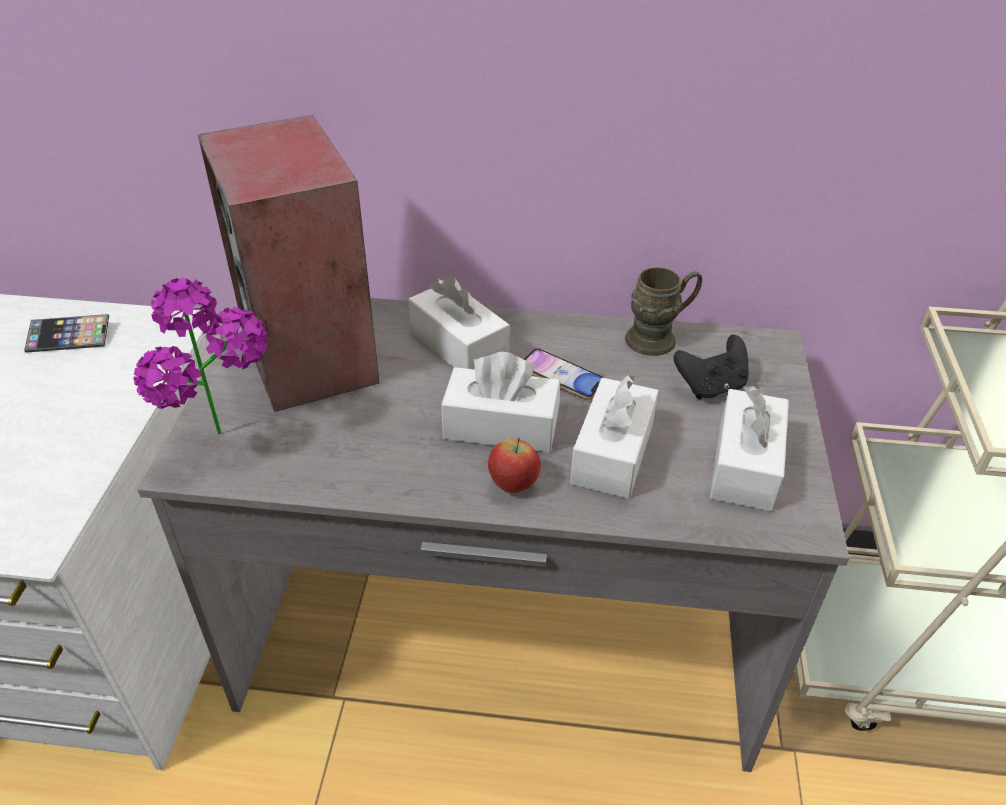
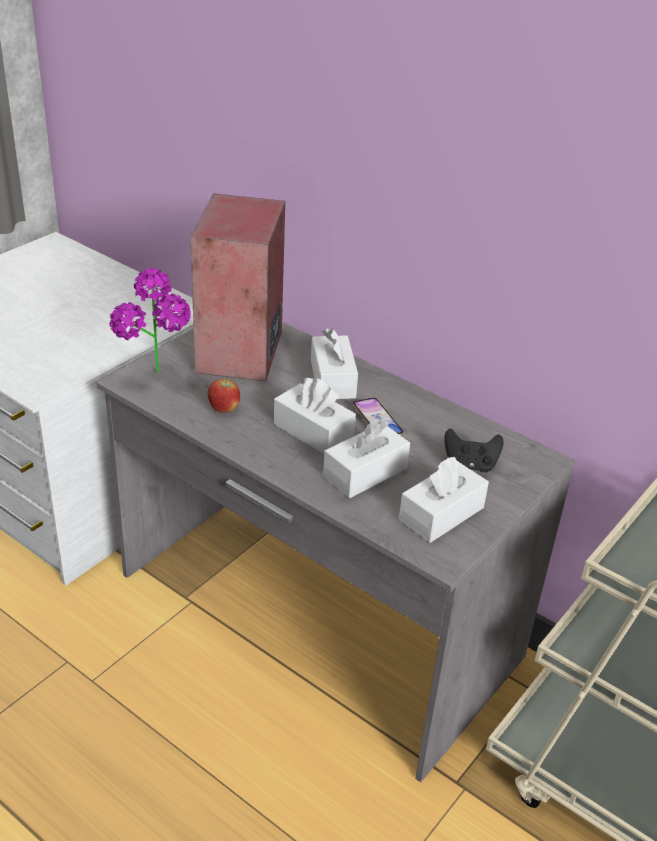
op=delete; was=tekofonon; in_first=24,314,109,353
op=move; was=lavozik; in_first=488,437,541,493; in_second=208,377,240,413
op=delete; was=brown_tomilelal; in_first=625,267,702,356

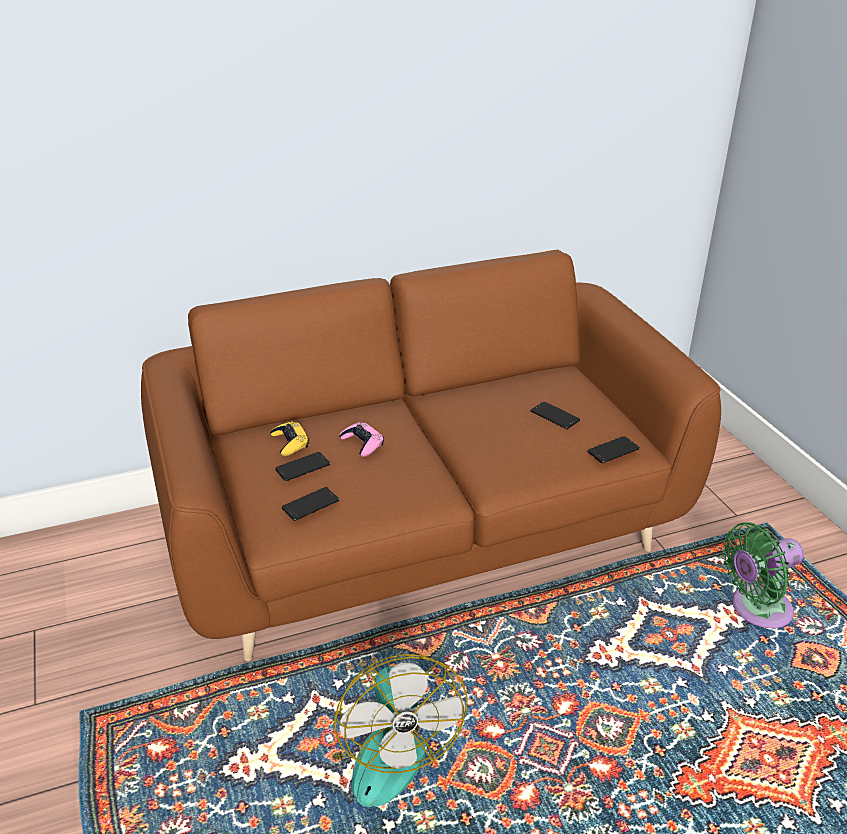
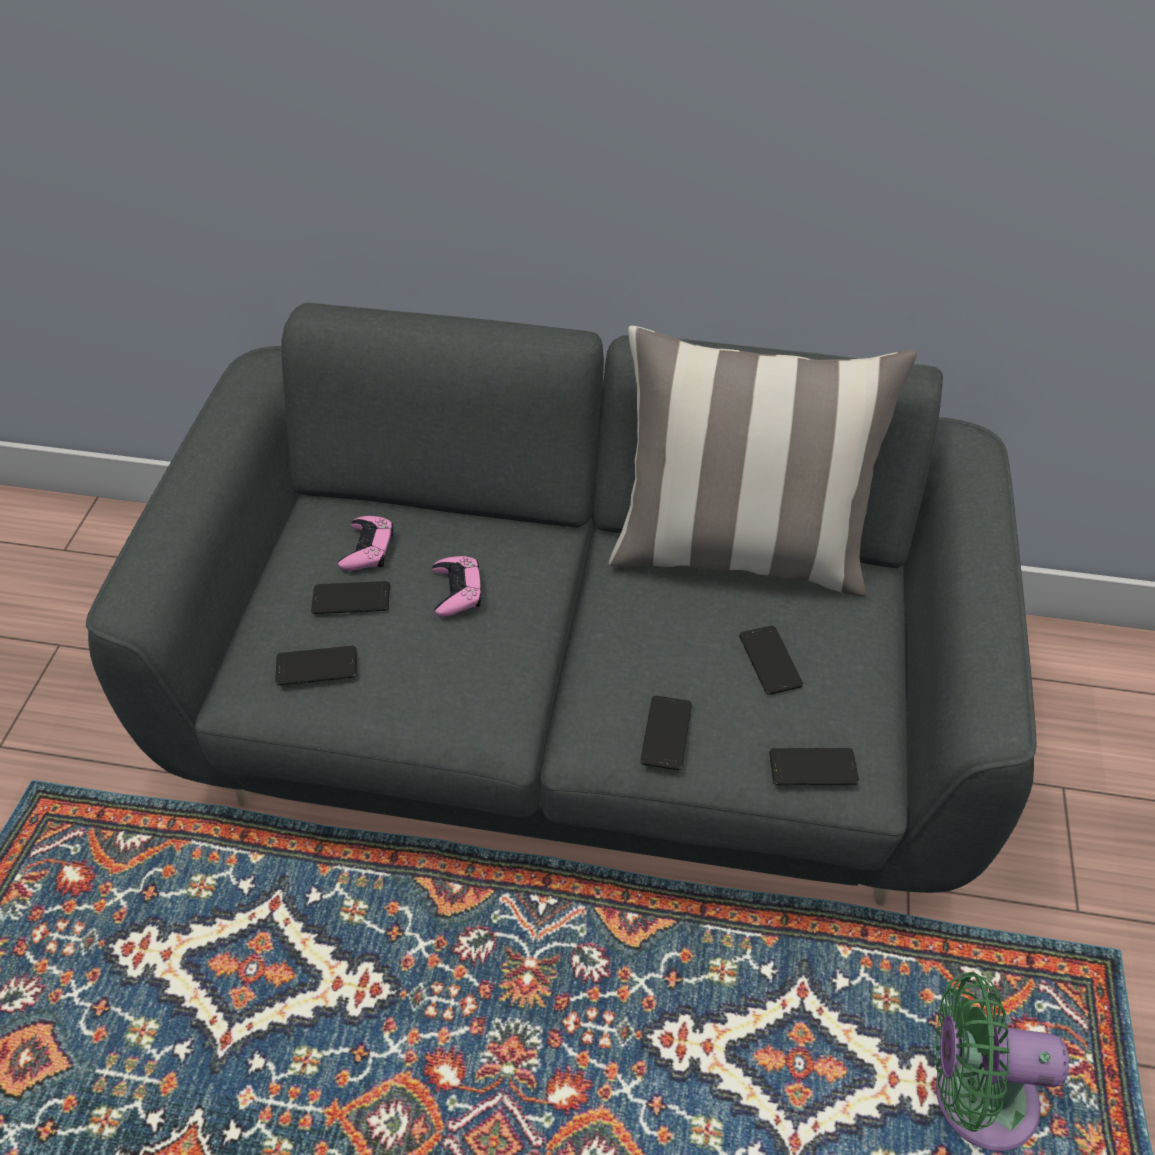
op=recolor; was=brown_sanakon; now=grey_sanakon; in_first=141,250,721,661; in_second=86,302,1037,906
op=recolor; was=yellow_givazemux; now=pink_givazemux; in_first=270,422,309,456; in_second=338,516,393,571
op=delete; was=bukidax; in_first=332,654,467,807
op=insert; now=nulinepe; in_second=609,326,917,597
op=insert; now=tekofonon; in_second=641,696,692,770

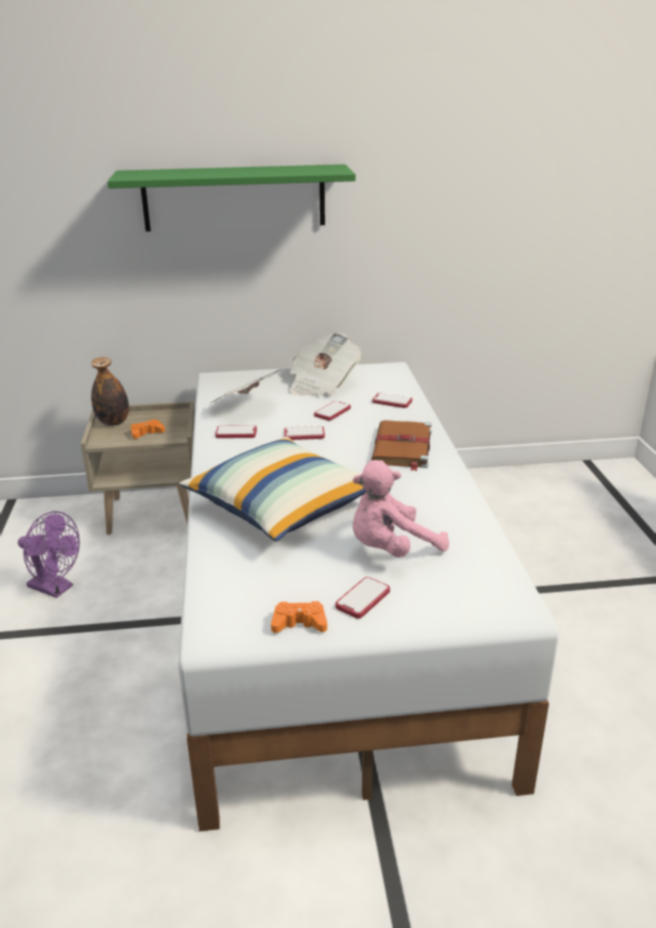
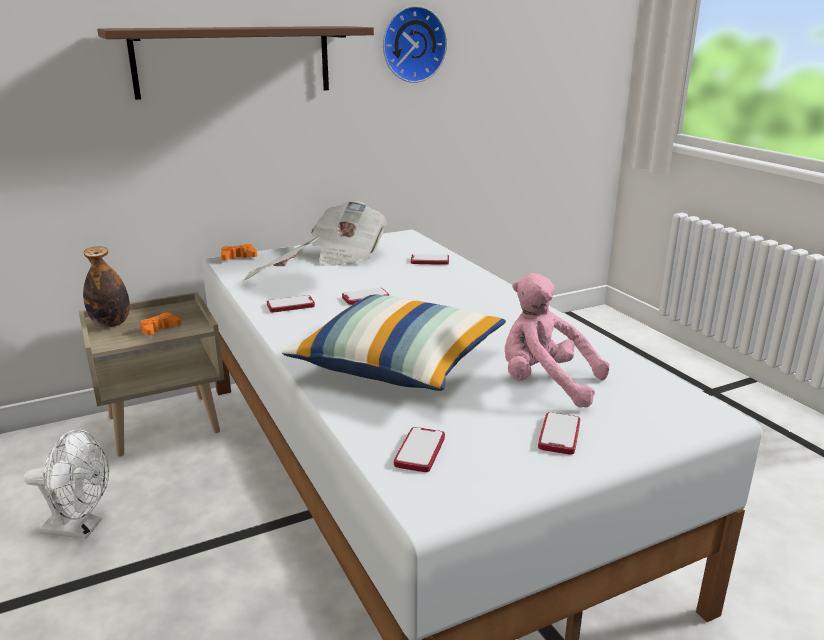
op=recolor; was=purple_bukidax; now=white_bukidax; in_first=18,511,80,598; in_second=24,429,109,539
op=recolor; was=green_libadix; now=brown_libadix; in_first=108,164,356,232; in_second=97,26,374,100
op=move; was=orange_givazemux; in_first=271,601,327,633; in_second=221,244,257,260
op=move; was=tekofonon; in_first=314,401,351,421; in_second=394,427,445,472
op=rotate; was=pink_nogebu; in_first=352,460,449,558; in_second=505,273,609,408; clockwise=75
op=delete; was=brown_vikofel; in_first=371,420,432,471
op=insert; now=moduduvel; in_second=383,6,447,83

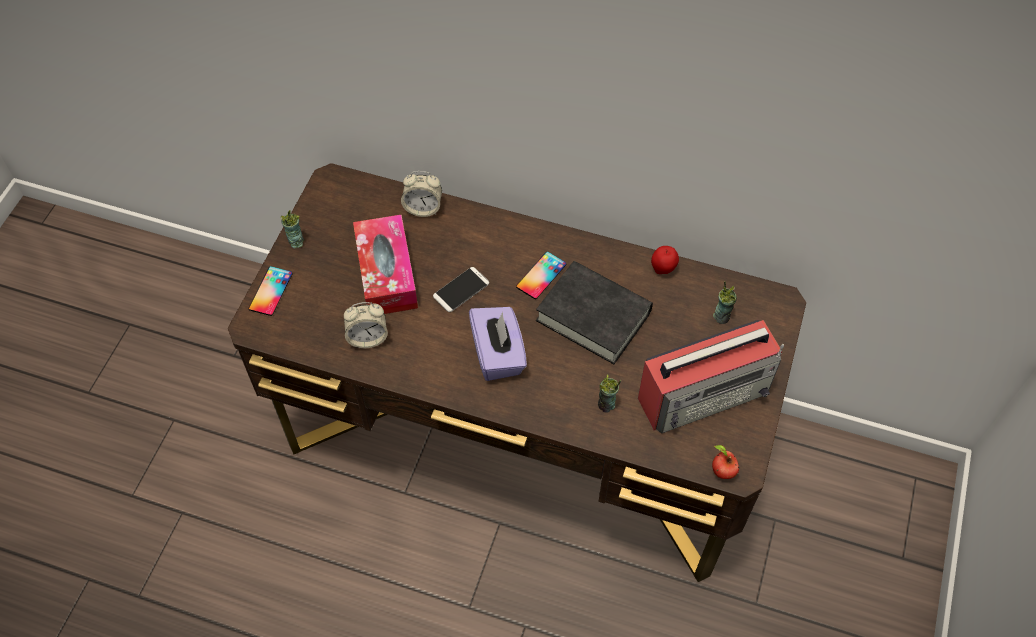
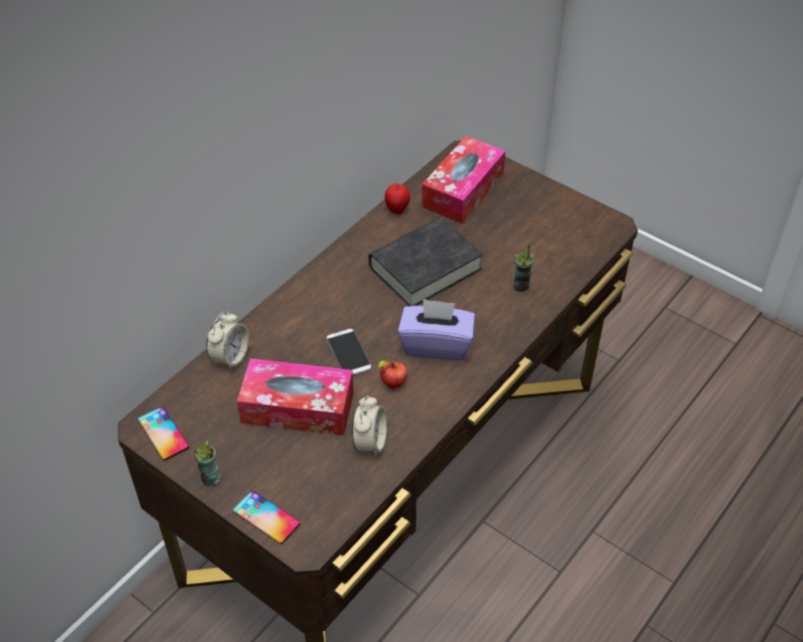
op=move; was=tekofonon; in_first=516,252,566,299; in_second=137,407,189,460
op=delete; was=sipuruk; in_first=638,320,784,434
op=move; was=lavozik; in_first=712,445,740,479; in_second=378,360,408,389
op=replace; was=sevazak; now=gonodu; in_first=713,281,737,324; in_second=422,136,505,223

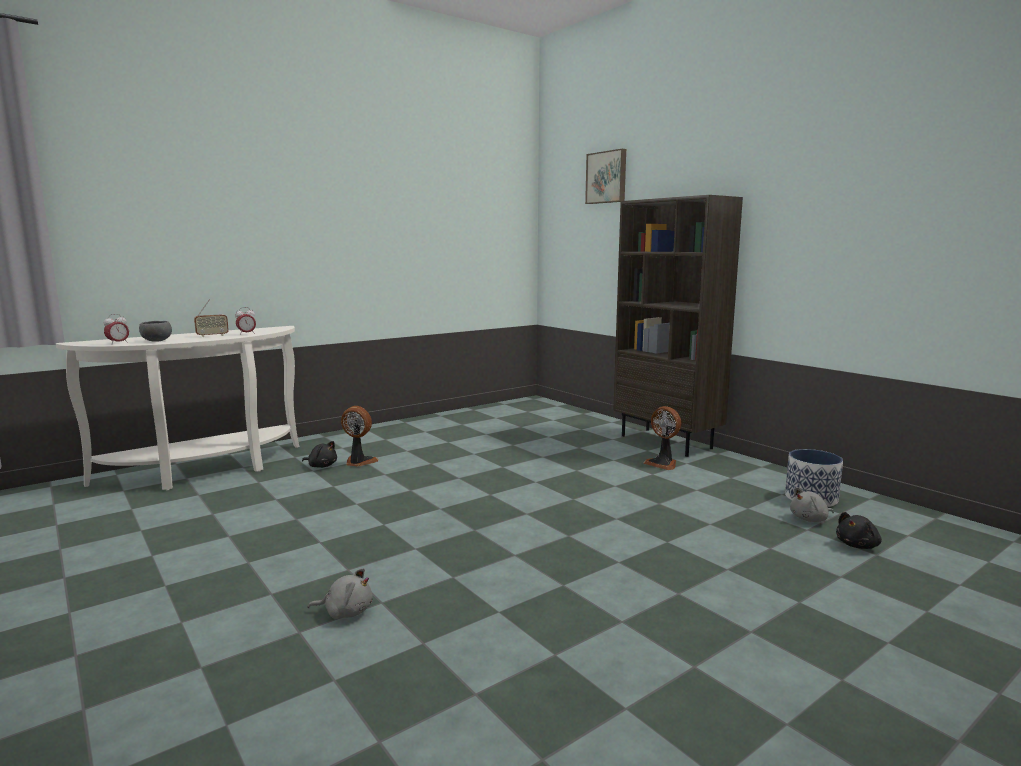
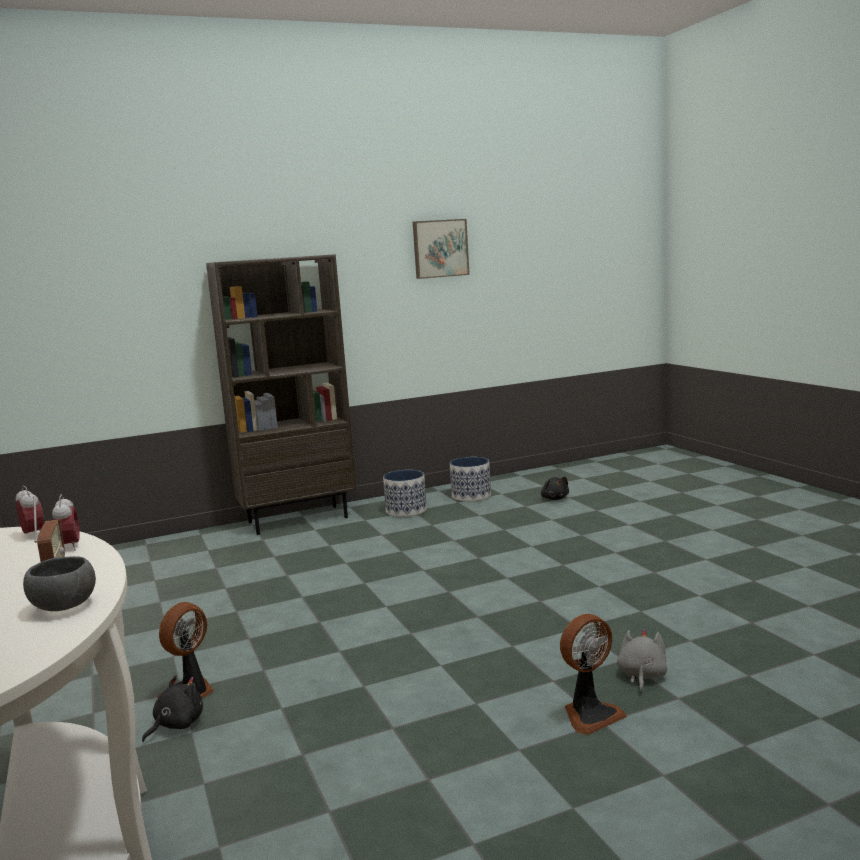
op=move; was=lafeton; in_first=104,314,129,345; in_second=16,485,45,534
op=move; was=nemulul; in_first=585,149,626,204; in_second=413,219,470,279
op=move; was=bukidax; in_first=643,406,681,470; in_second=560,614,627,735
op=delete; was=grey_nogebu; in_first=790,487,834,522
op=insert; now=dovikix; in_second=383,470,427,517

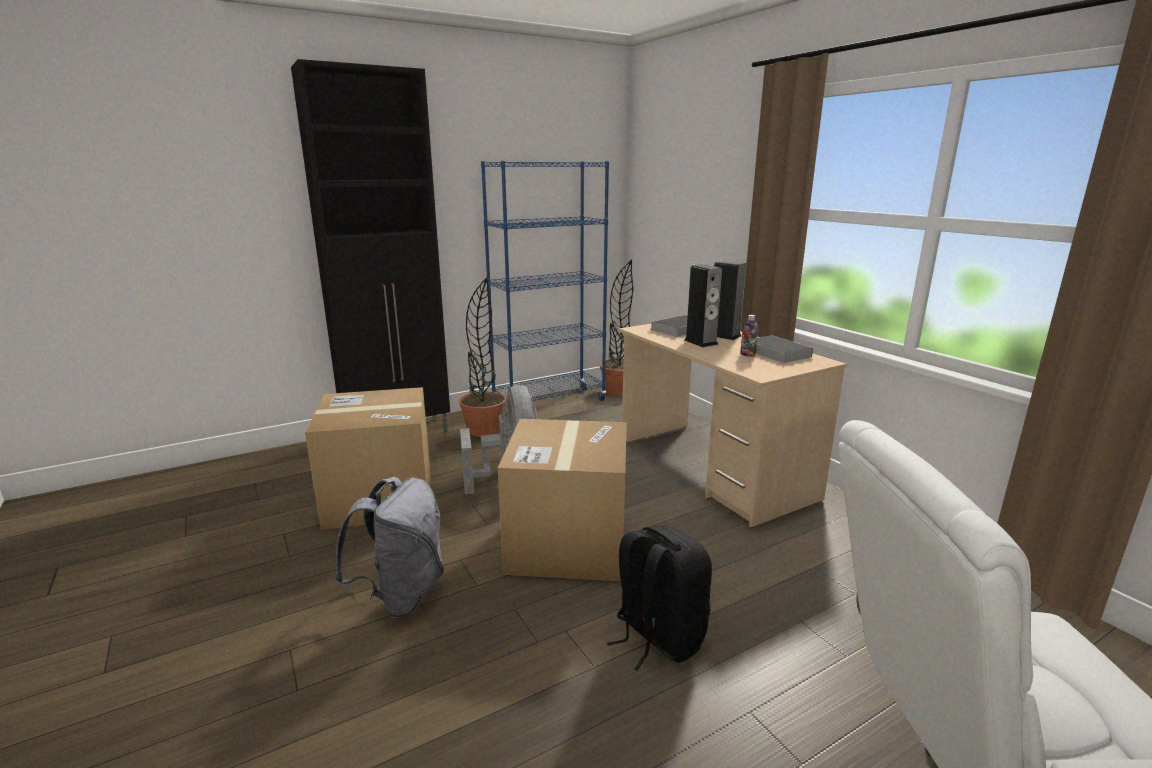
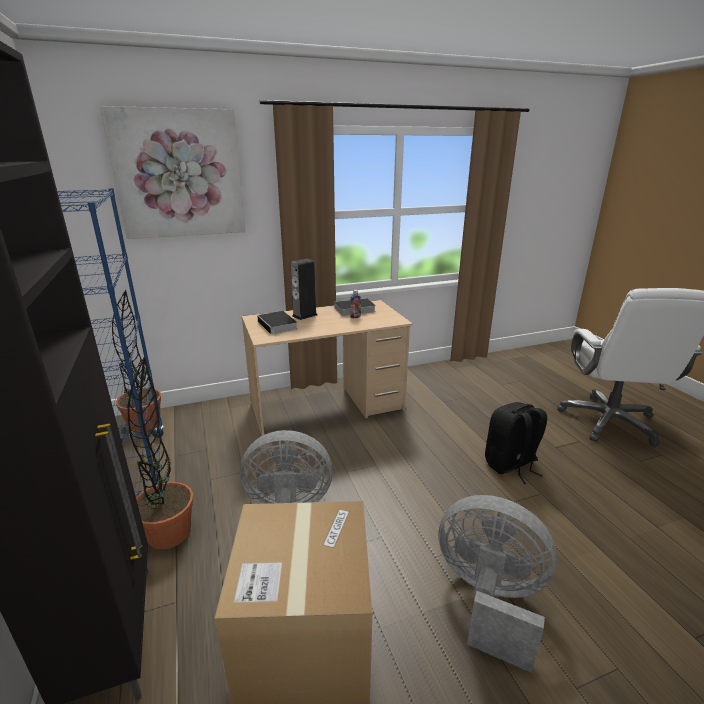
op=replace; was=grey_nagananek; now=grey_bukidax; in_first=334,477,444,618; in_second=438,495,557,673
op=delete; was=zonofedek; in_first=498,419,627,581
op=delete; was=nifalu; in_first=684,264,722,347
op=insert; now=nemulul; in_second=100,106,245,239

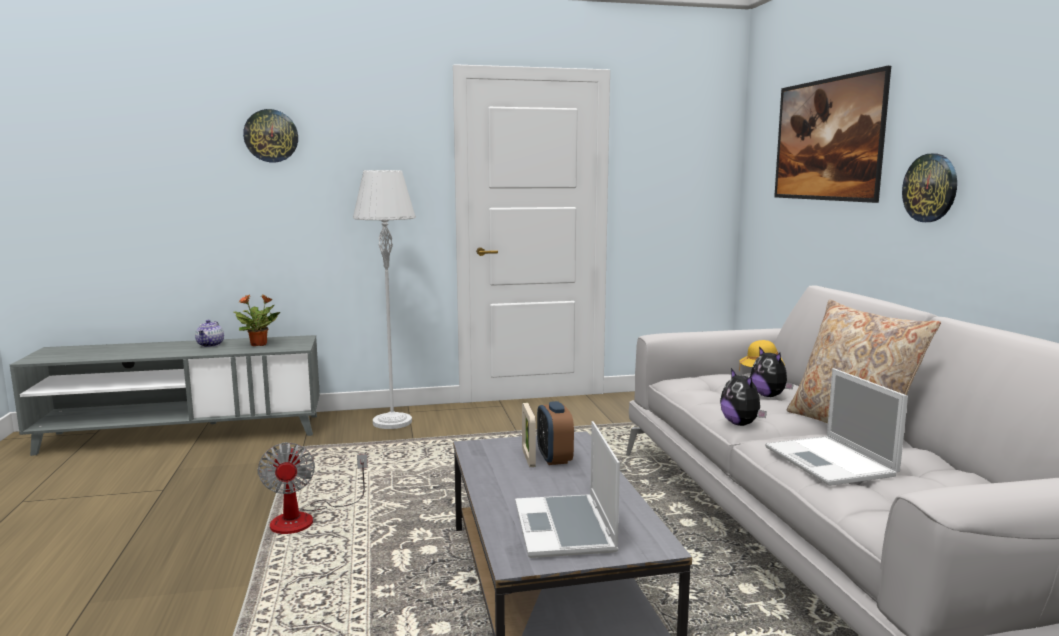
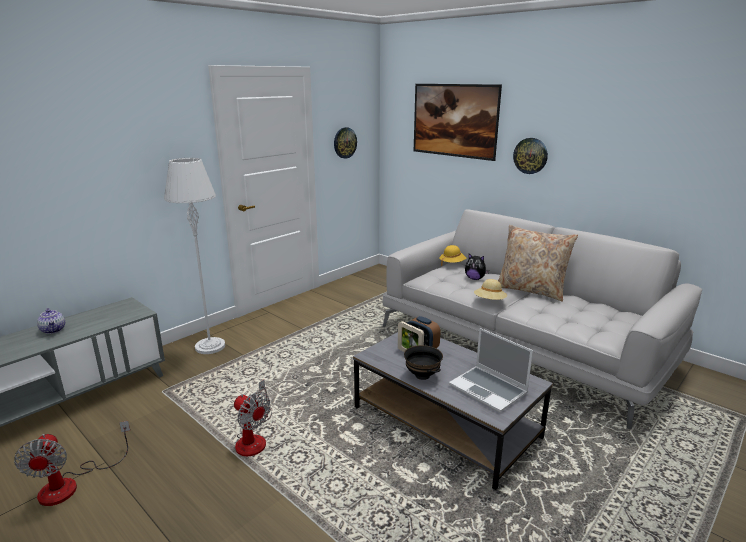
op=delete; was=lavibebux; in_first=233,294,280,346
op=move; was=moduduvel; in_first=243,109,298,162; in_second=334,127,357,159
op=replace; was=nogebu; now=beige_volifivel; in_first=720,368,767,426; in_second=474,279,507,300
op=delete; was=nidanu; in_first=765,368,908,486
op=insert; now=bukidax; in_second=14,421,130,506
op=insert; now=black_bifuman; in_second=404,345,443,380

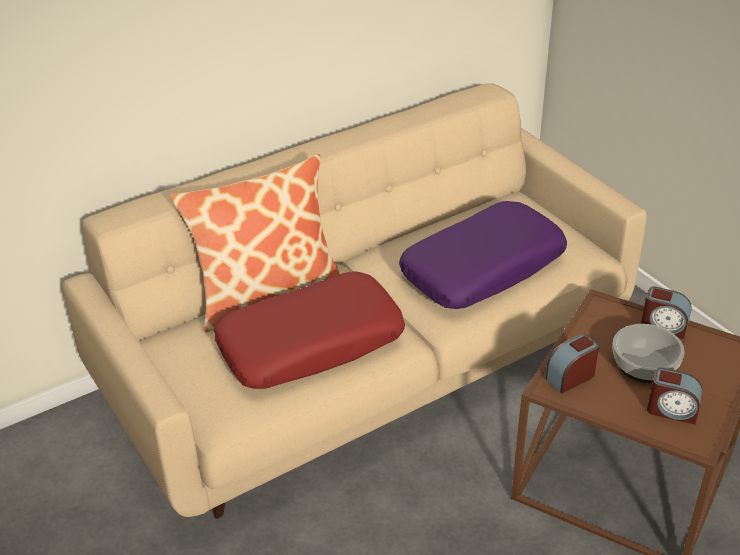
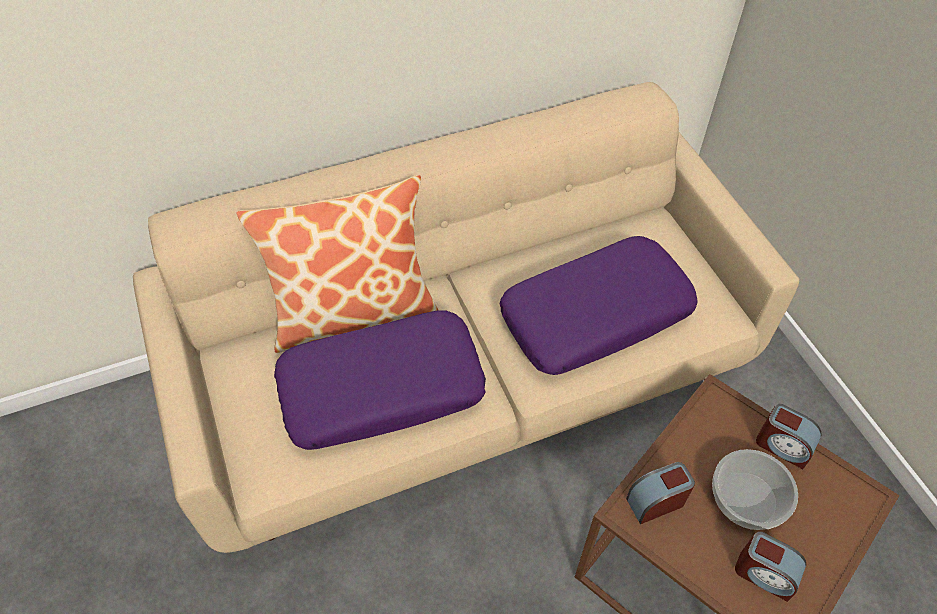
op=recolor; was=red_nulinepe; now=purple_nulinepe; in_first=214,271,405,389; in_second=274,310,486,450

